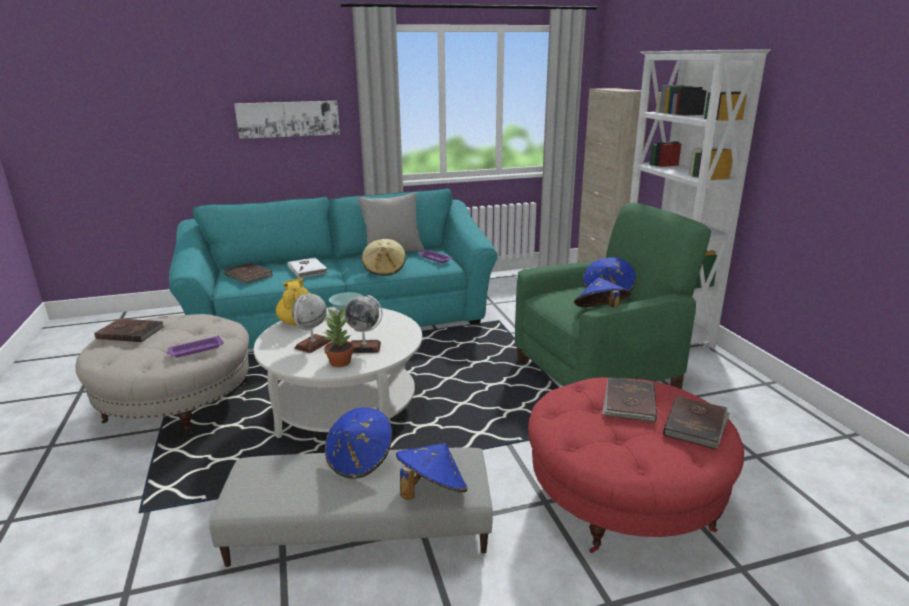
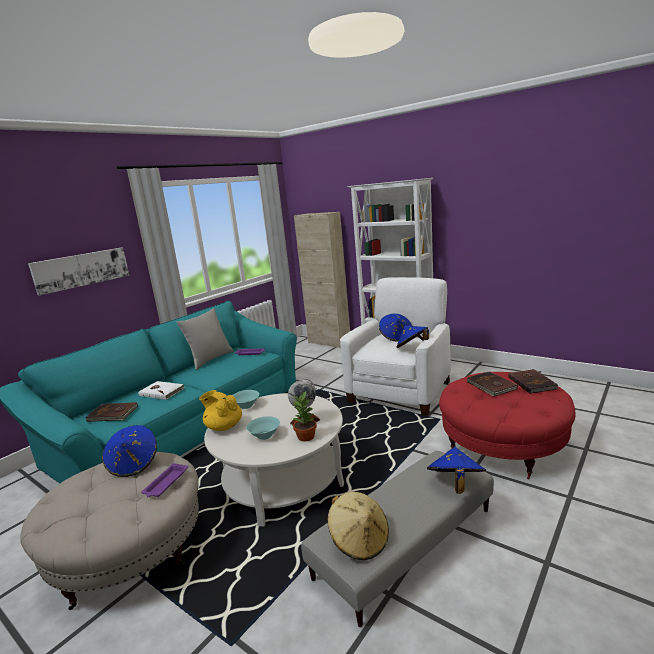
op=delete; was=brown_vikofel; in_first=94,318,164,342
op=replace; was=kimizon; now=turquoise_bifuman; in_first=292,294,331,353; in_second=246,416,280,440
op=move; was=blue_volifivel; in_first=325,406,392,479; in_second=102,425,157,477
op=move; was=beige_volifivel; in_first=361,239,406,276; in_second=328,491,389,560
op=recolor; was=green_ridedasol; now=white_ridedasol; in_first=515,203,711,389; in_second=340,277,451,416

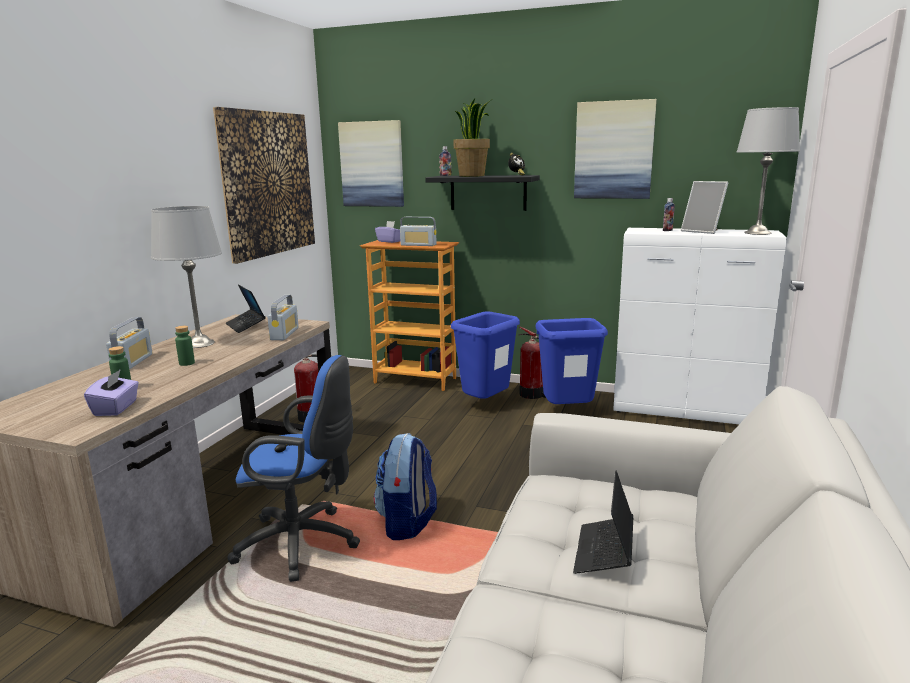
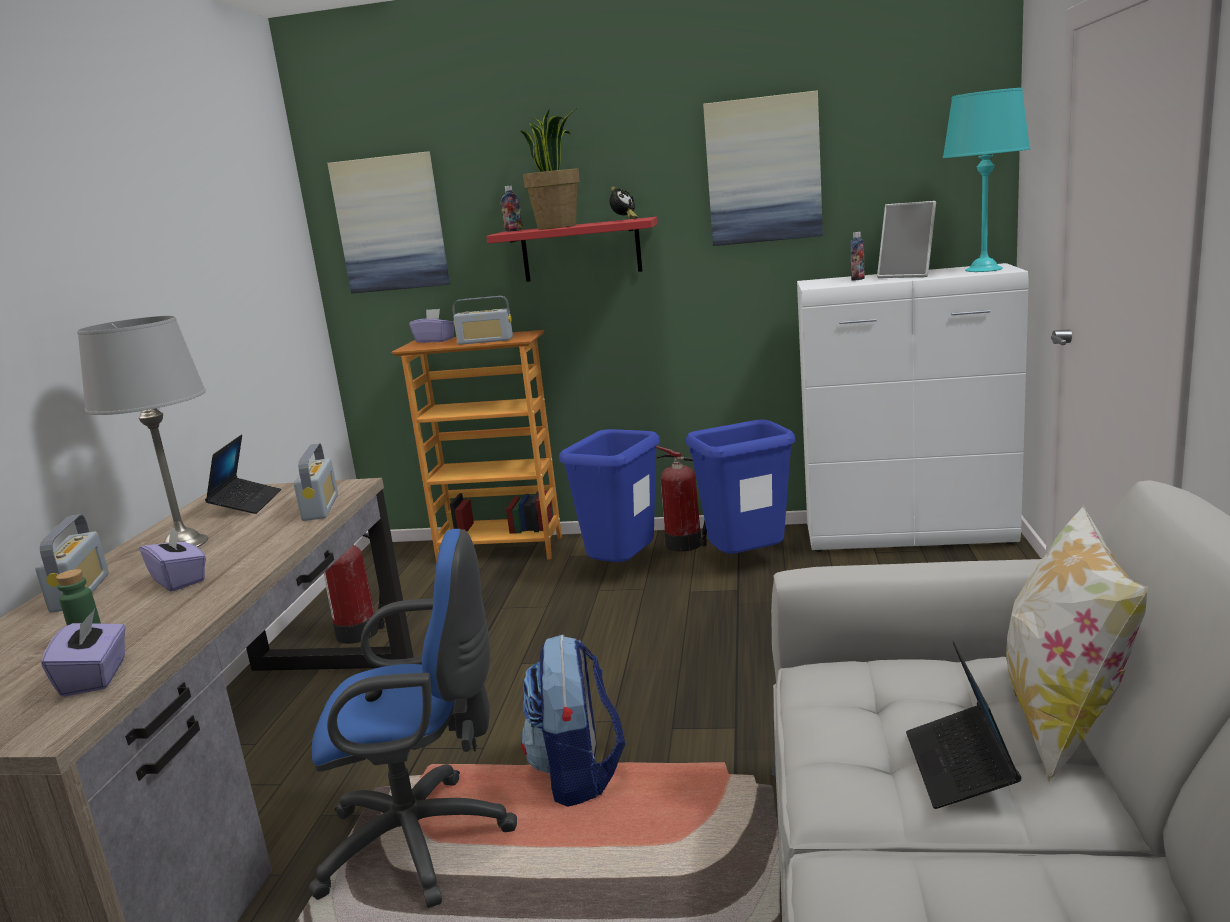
op=replace; was=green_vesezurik; now=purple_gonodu; in_first=175,326,195,366; in_second=140,527,206,592
op=delete; was=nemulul; in_first=213,107,315,264
op=rotate; was=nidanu; in_first=226,285,265,333; in_second=205,435,281,514; clockwise=-135
op=recolor; was=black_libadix; now=red_libadix; in_first=425,175,540,211; in_second=486,217,658,282
op=recolor; was=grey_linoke; now=turquoise_linoke; in_first=737,107,800,235; in_second=943,88,1030,272
op=insert; now=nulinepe; in_second=1006,504,1148,782

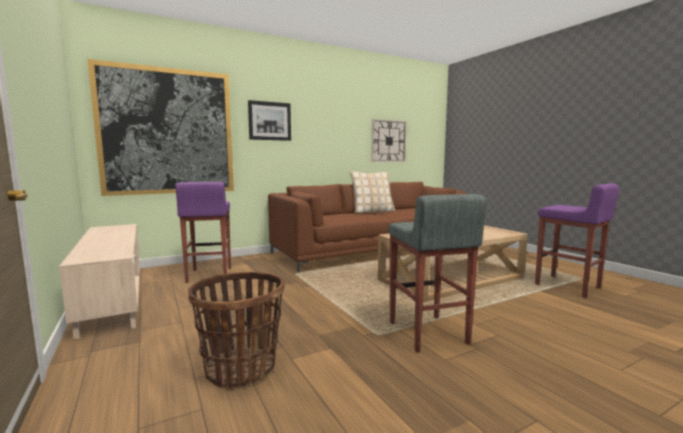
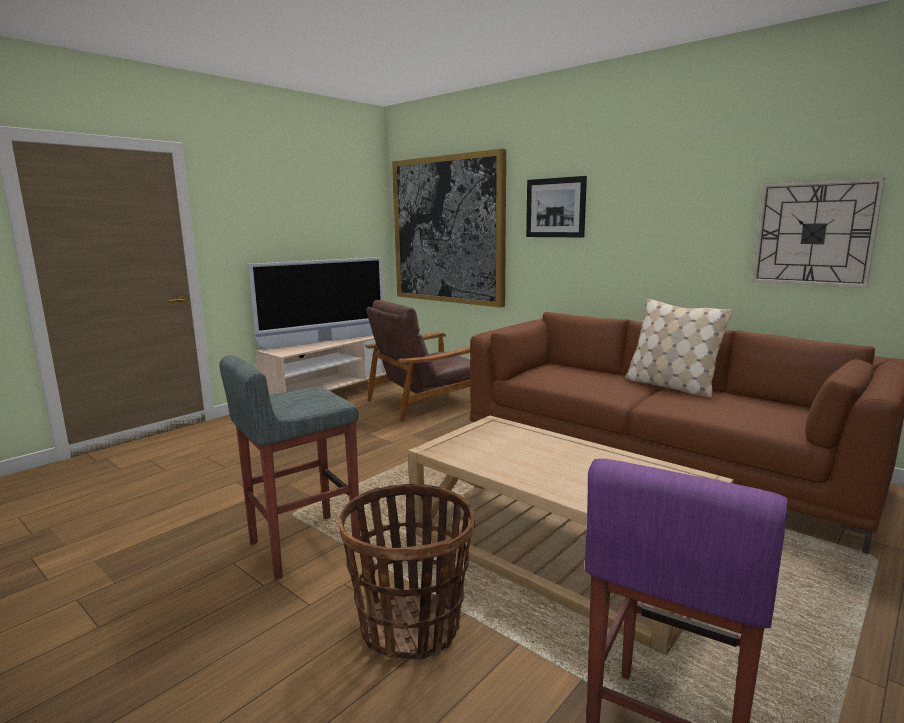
op=replace; was=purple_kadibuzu; now=brown_ridedasol; in_first=175,182,231,283; in_second=365,300,471,422
op=move; was=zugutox; in_first=188,272,285,389; in_second=339,484,475,661
op=insert; now=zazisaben; in_second=248,257,383,350

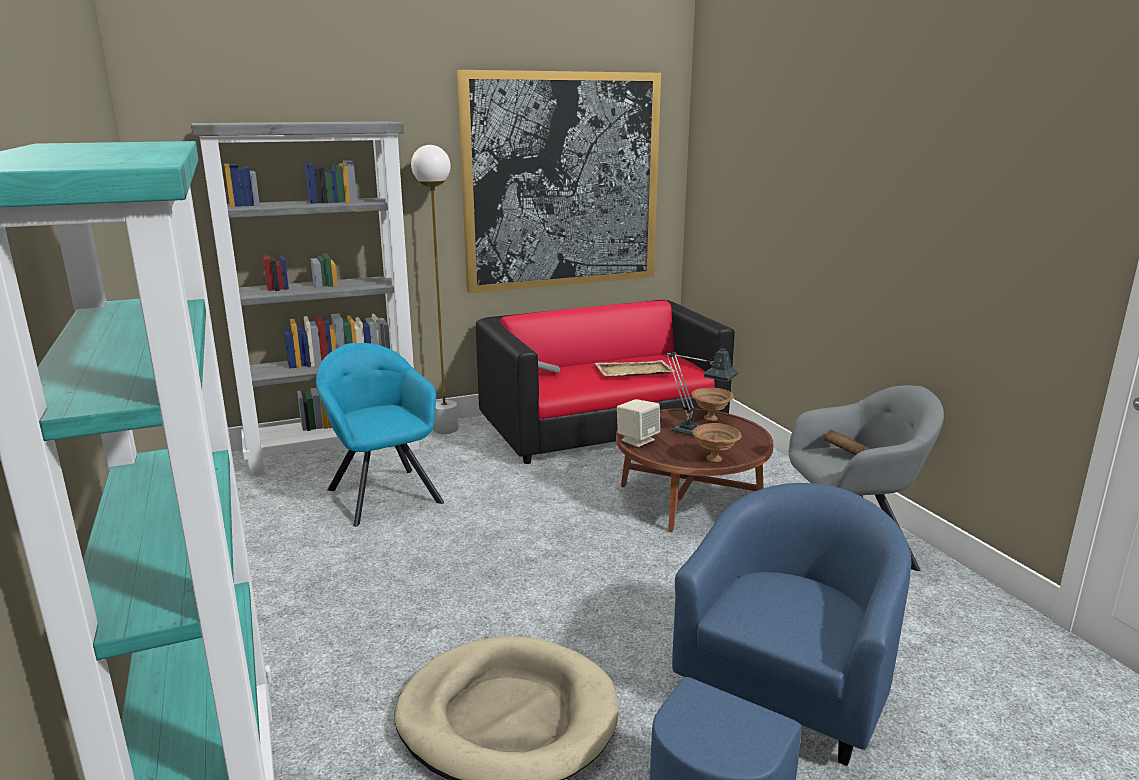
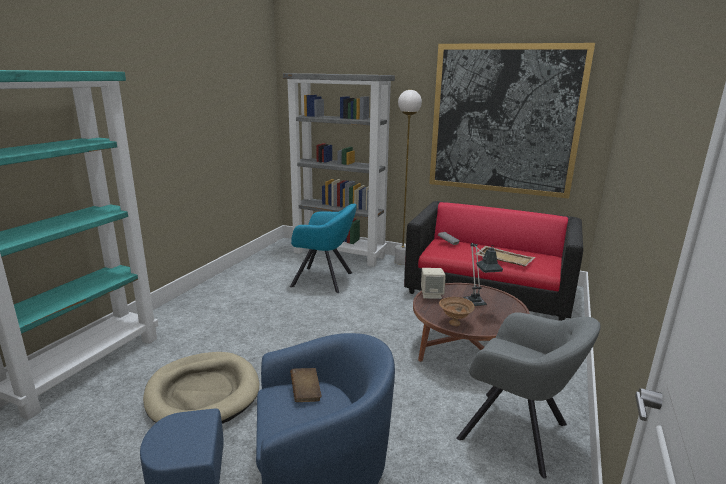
op=rotate; was=turquoise_ridedasol; in_first=316,343,444,527; in_second=290,204,357,293; clockwise=90
op=delete; was=brown_bifuman; in_first=691,388,734,421
op=move; was=brown_vikofel; in_first=824,430,867,455; in_second=290,368,322,402

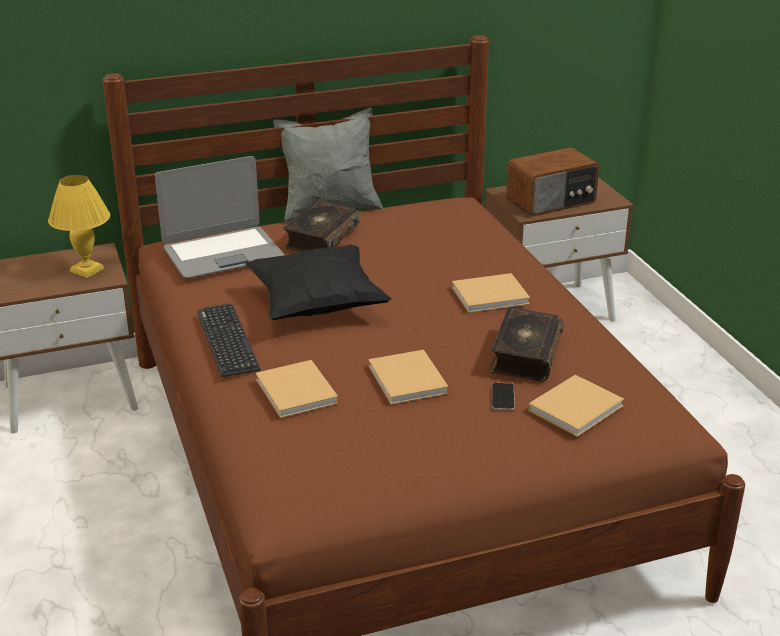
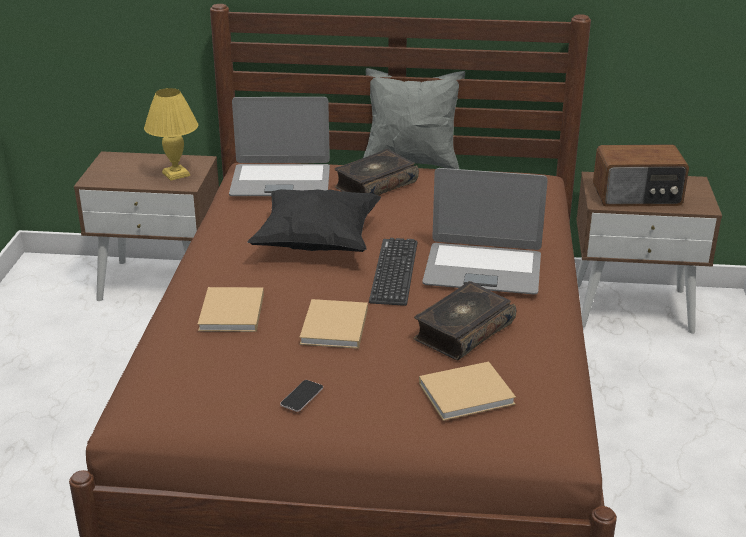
op=move; was=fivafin; in_first=197,303,261,377; in_second=369,238,418,306
op=replace; was=beige_vikofel; now=nidanu; in_first=452,273,530,313; in_second=422,168,548,294
op=move; was=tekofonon; in_first=492,383,515,410; in_second=280,380,323,412

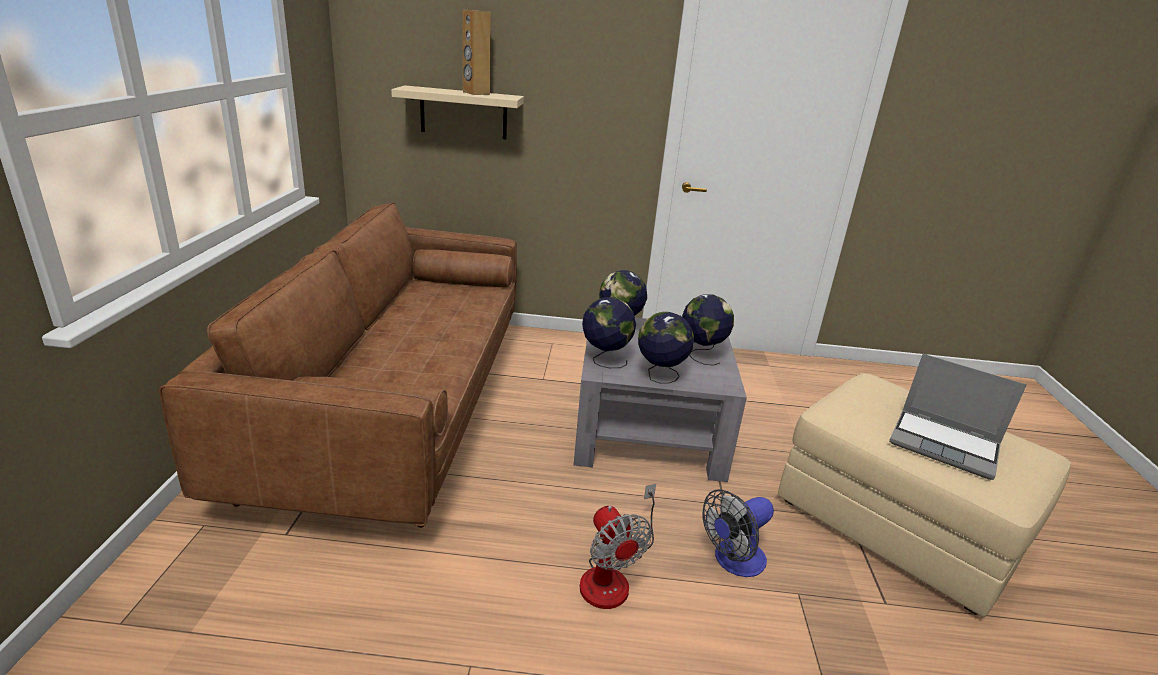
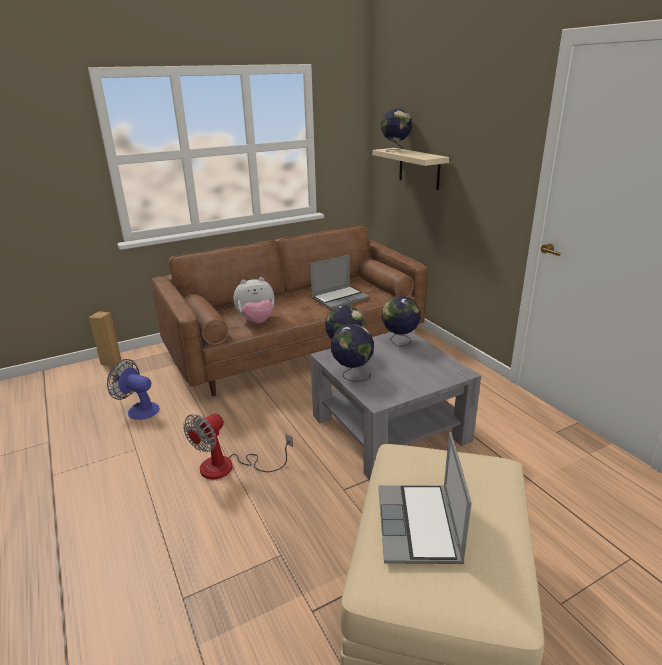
op=move; was=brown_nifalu; in_first=463,9,491,95; in_second=89,311,121,366
op=move; was=kimizon; in_first=682,294,734,366; in_second=381,108,412,152
op=move; was=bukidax; in_first=703,489,774,577; in_second=107,359,160,420
op=insert; now=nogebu; in_second=233,277,274,323
op=insert; now=nidanu; in_second=310,254,369,309

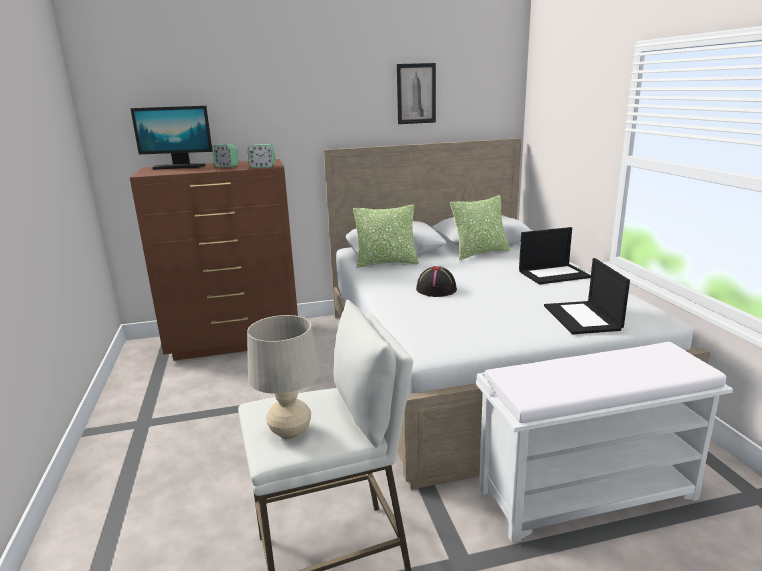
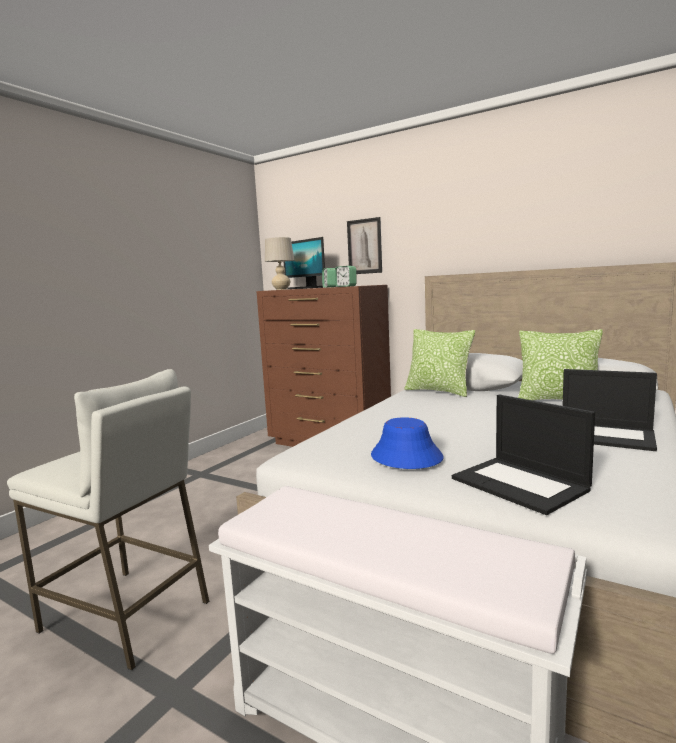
op=move; was=beige_linoke; in_first=247,315,320,439; in_second=265,237,294,290
op=move; was=nemulul; in_first=397,63,436,124; in_second=347,217,382,274
op=delete; was=black_volifivel; in_first=416,266,457,297
op=rotate; was=nidanu; in_first=544,258,630,334; in_second=452,394,595,515; clockwise=-75
op=insert; now=blue_volifivel; in_second=371,417,444,469

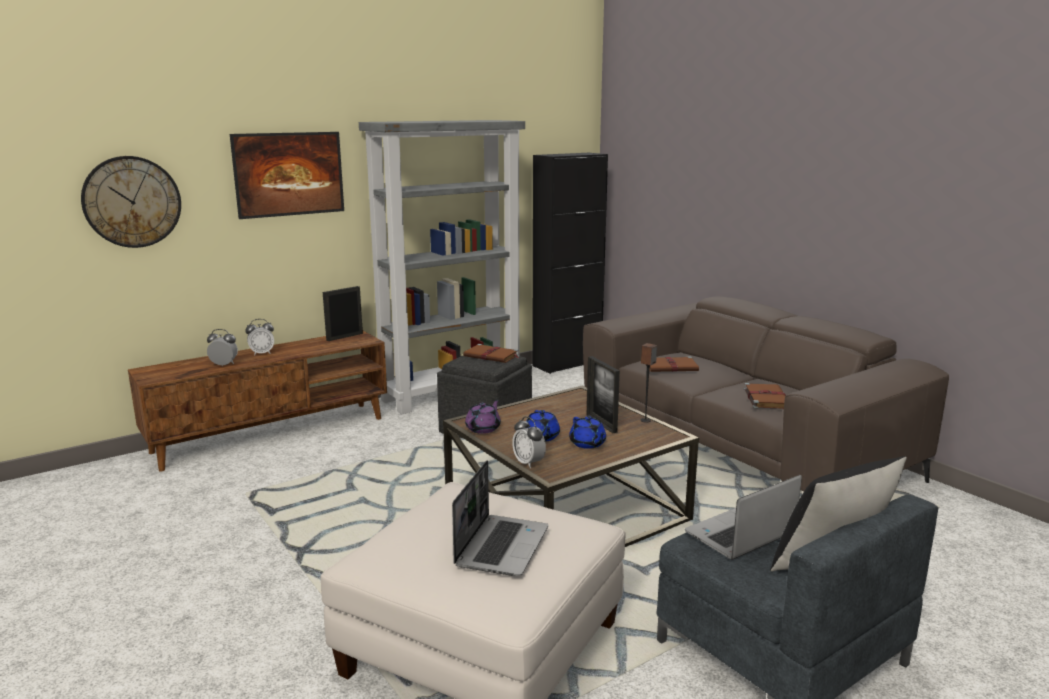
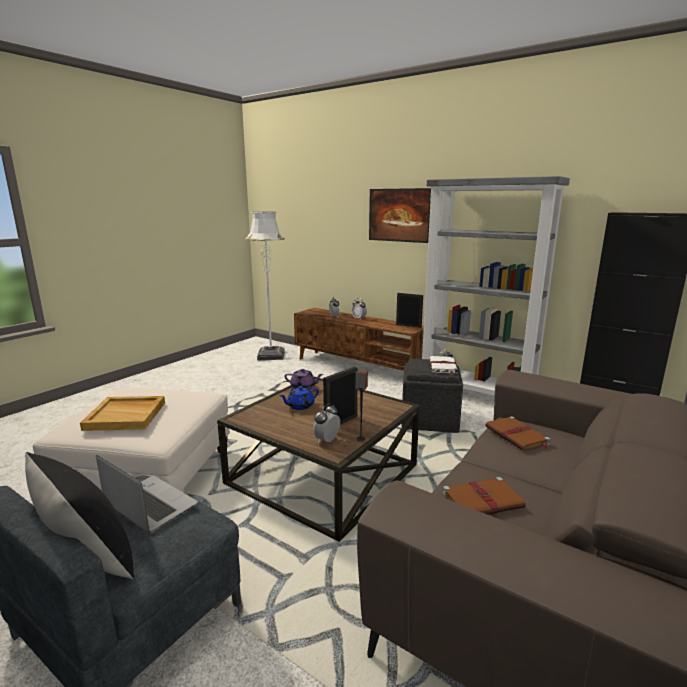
op=delete; was=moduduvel; in_first=81,156,181,248
op=replace; was=nidanu; now=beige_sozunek; in_first=452,460,548,576; in_second=80,396,165,431
op=recolor; was=brown_vikofel; now=white_vikofel; in_first=463,344,519,363; in_second=430,356,458,375
op=move; was=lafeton; in_first=512,417,546,468; in_second=313,403,340,443
op=delete; was=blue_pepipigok; in_first=569,416,606,449
op=insert; now=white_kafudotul; in_second=246,211,285,360

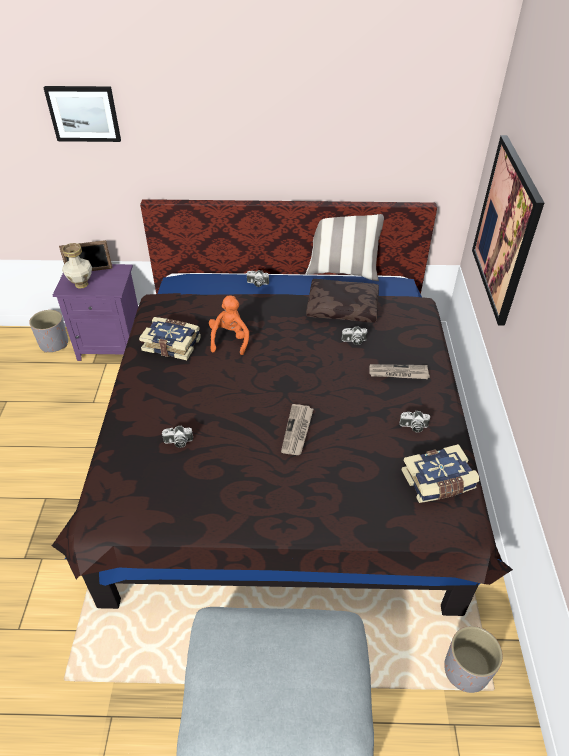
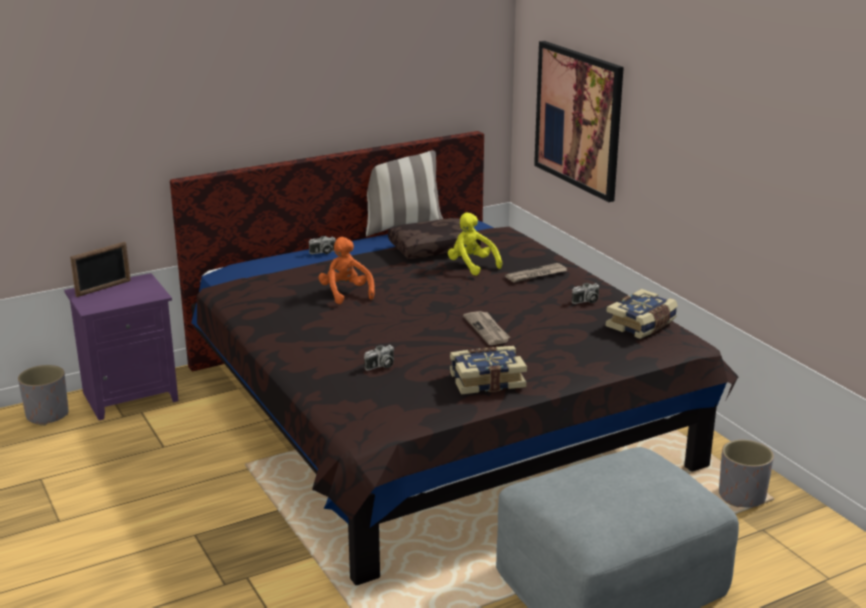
op=delete; was=nemulul; in_first=44,86,121,142
op=delete; was=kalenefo; in_first=62,243,92,289
op=move; was=vikofel; in_first=139,317,201,360; in_second=450,346,527,394
op=replace; was=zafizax; now=yellow_nogebu; in_first=342,326,367,345; in_second=448,212,502,276

